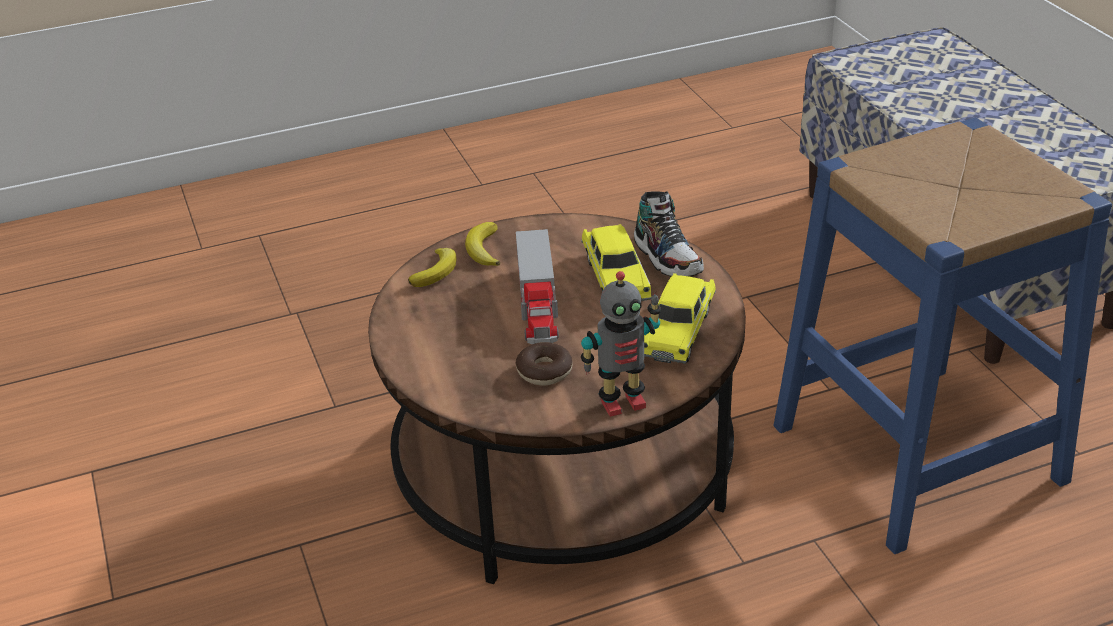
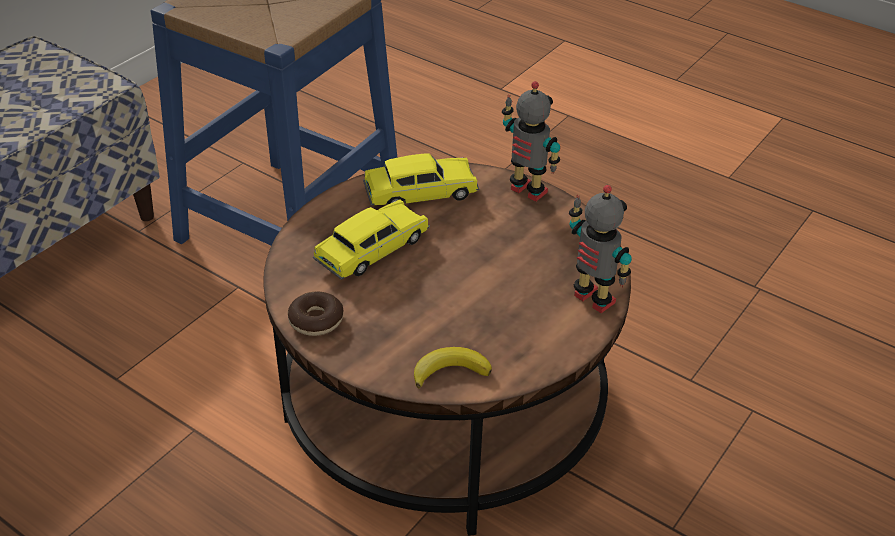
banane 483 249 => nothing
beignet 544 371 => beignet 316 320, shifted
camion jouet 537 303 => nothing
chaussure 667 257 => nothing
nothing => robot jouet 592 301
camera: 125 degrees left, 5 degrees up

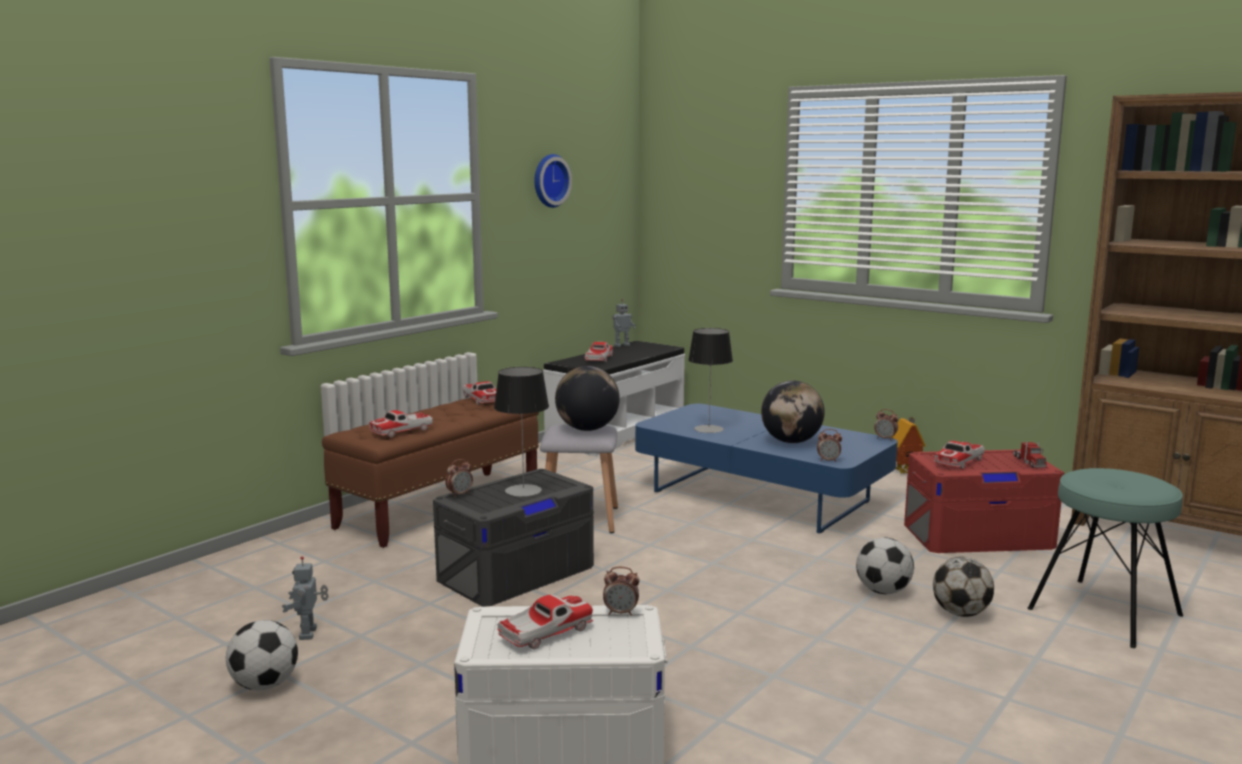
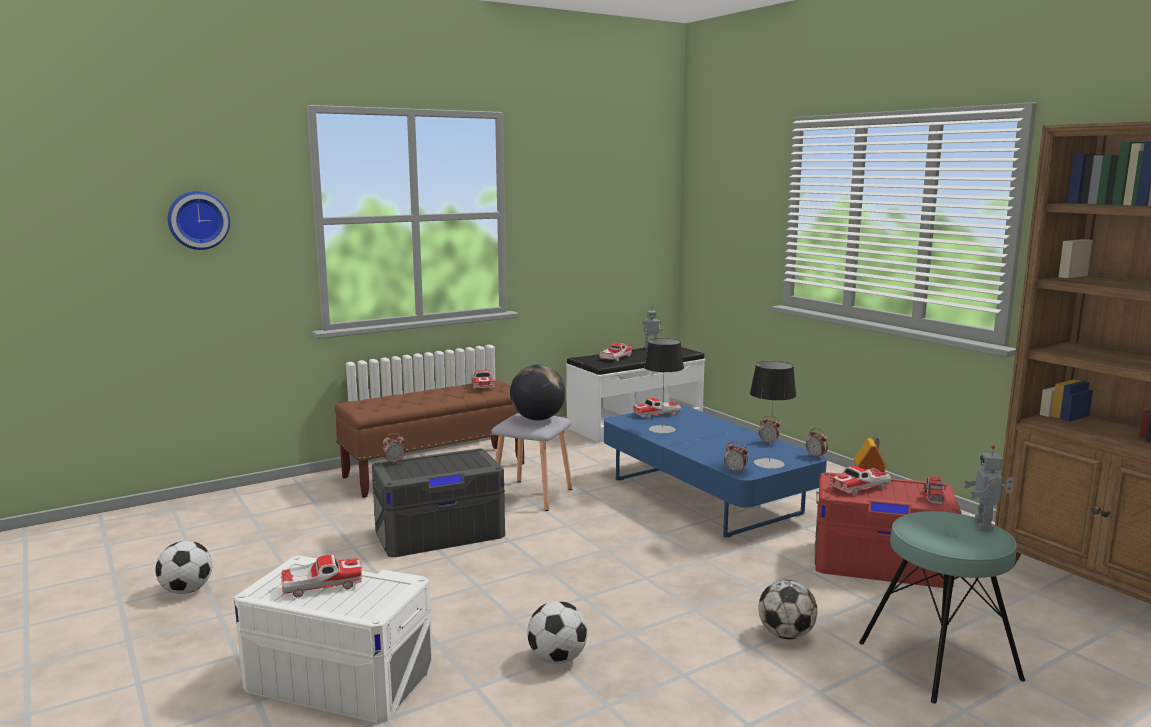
robot jouet 309 633 => robot jouet 985 525, shifted
petite voiture 401 431 => petite voiture 656 414, shifted
lampe de table 523 490 => lampe de table 769 463, shifted
horloge murale 549 180 => horloge murale 198 220, shifted
réveil 621 613 => réveil 768 442, shifted
globe 791 442 => nothing
ballon de foot 883 591 => ballon de foot 557 659, shifted
camera: 20 degrees right, 0 degrees up

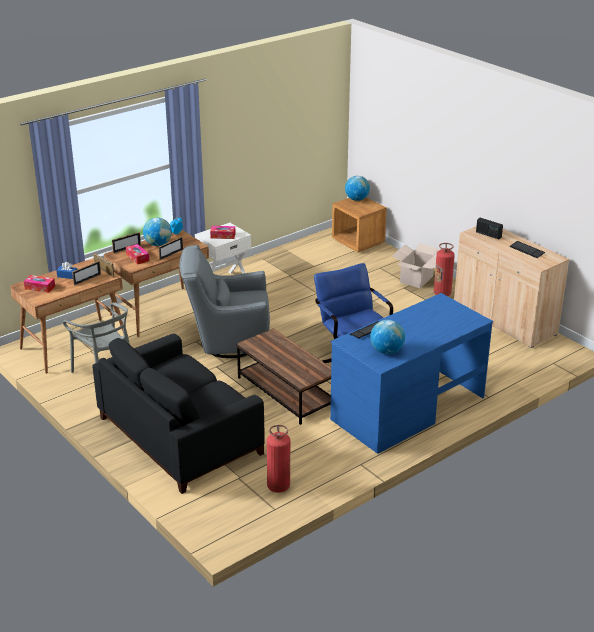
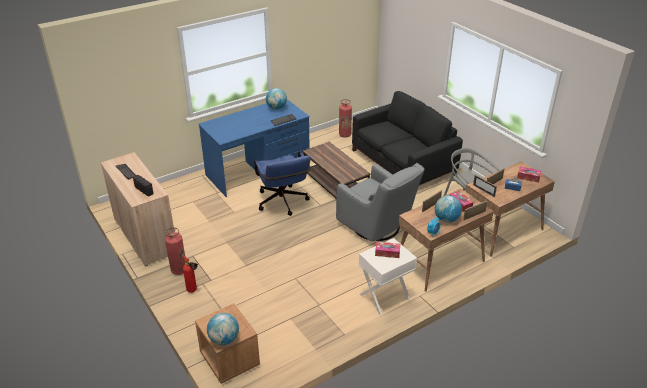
fauteuil/gris 227 342 => fauteuil/gris 377 227, 45 degrees clockwise
carton 416 279 => extincteur 193 291
camera: 175 degrees left, 5 degrees up

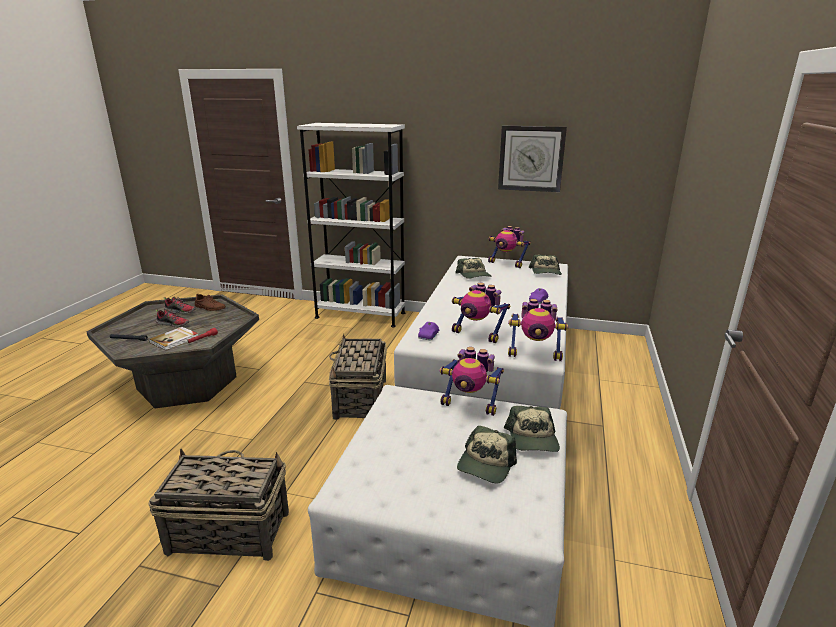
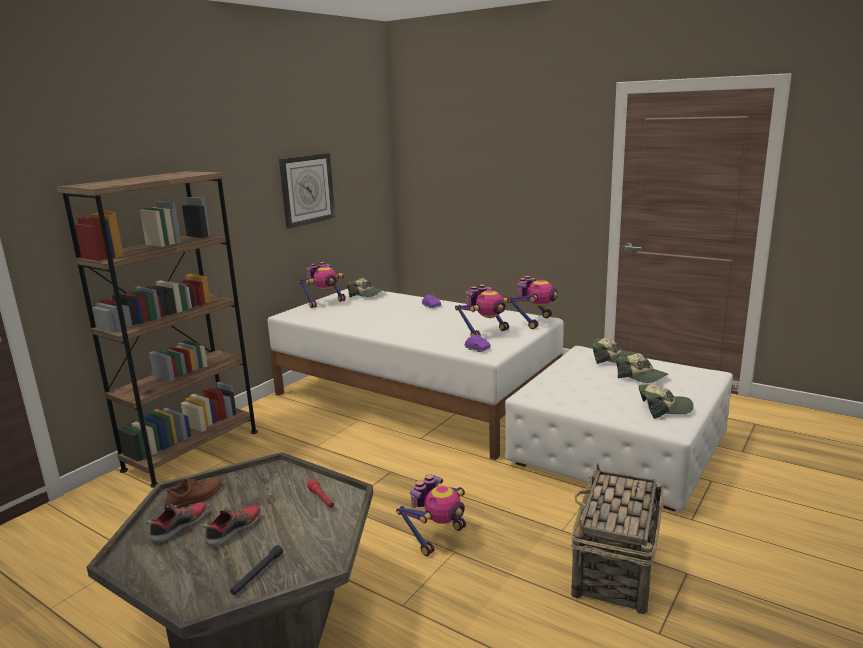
livre 175 340 => nothing
bibliothèque/blanc 360 315 => bibliothèque/marron 192 450
panier 360 399 => nothing
robot jouet 470 405 => robot jouet 437 537, shifted
casquette 474 275 => casquette 663 408, shifted
camera: 70 degrees left, 5 degrees down

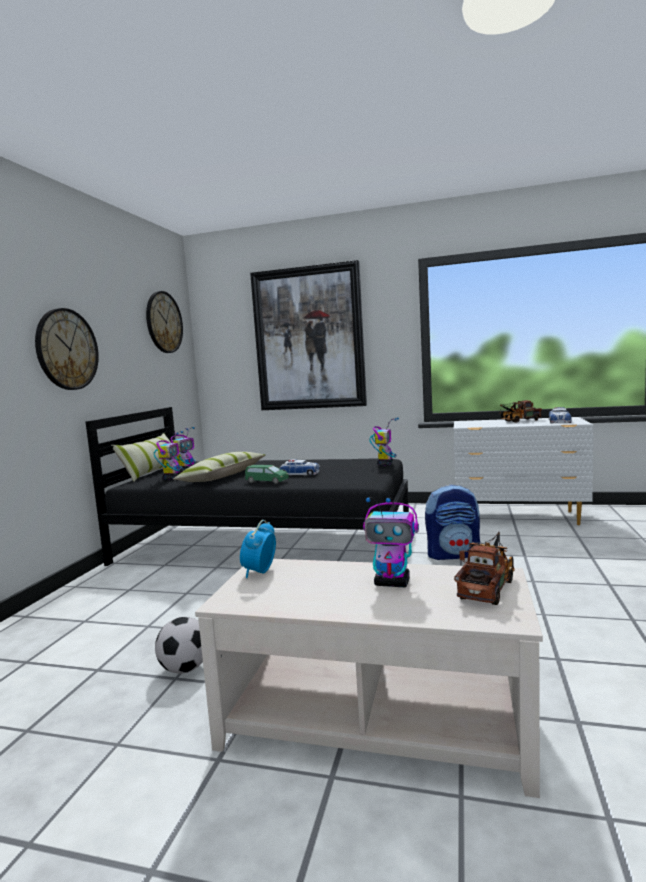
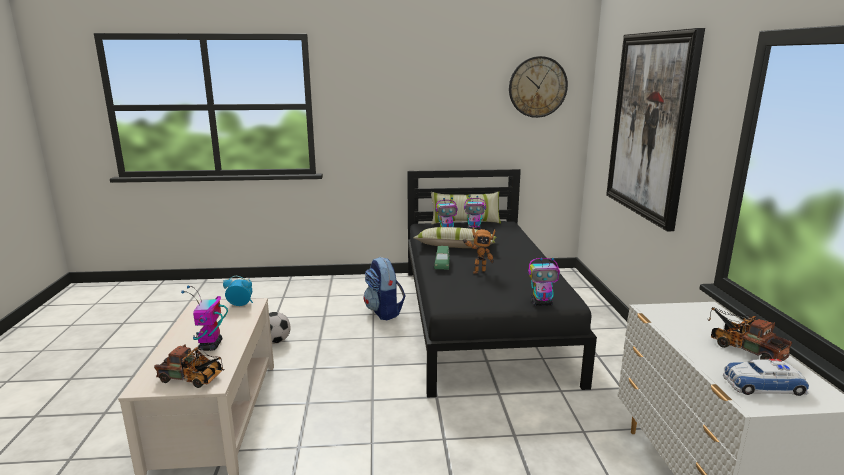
horloge murale 67 349 => nothing
petite voiture 299 473 => robot jouet 478 271
sac à dos 453 554 => sac à dos 384 312, shifted
camera: 70 degrees right, 10 degrees up

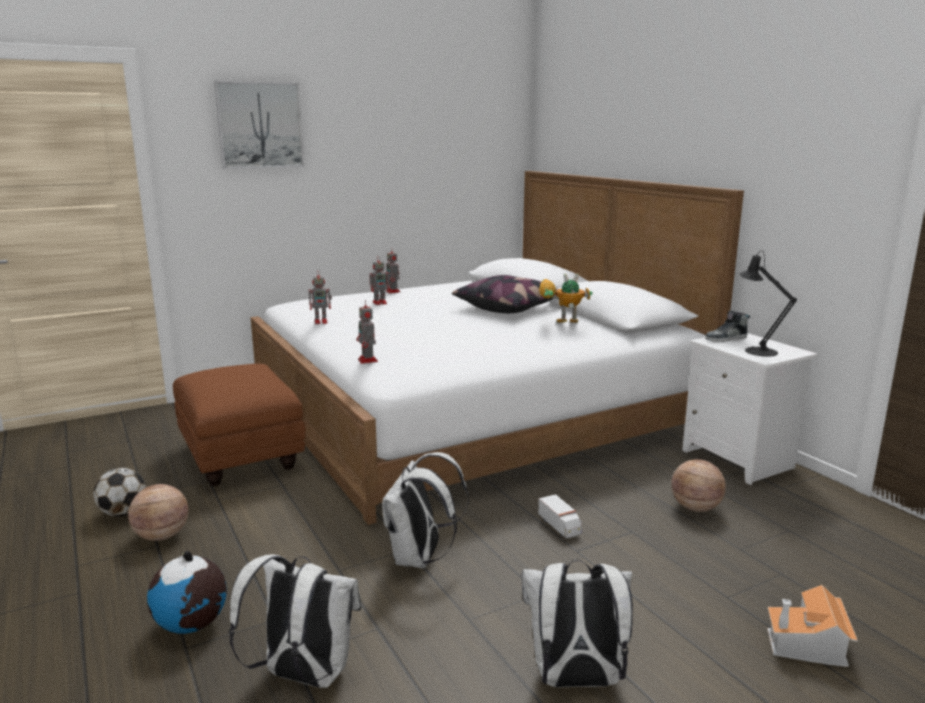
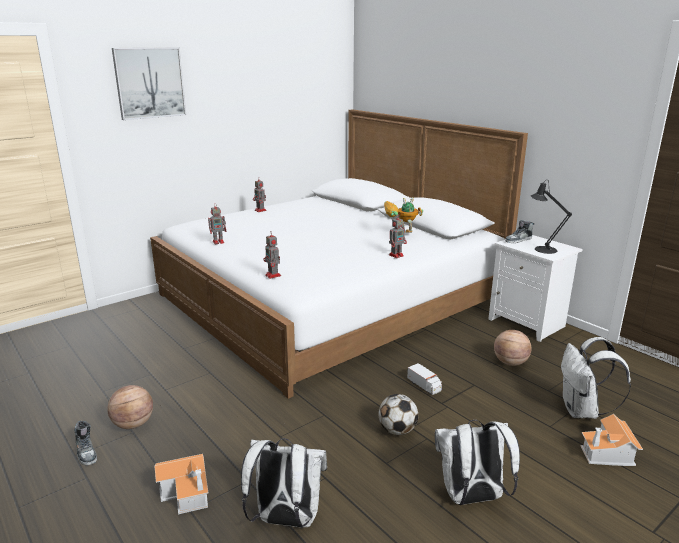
ballon de foot 123 513 => ballon de foot 397 430, shifted
globe 192 625 => maison miniature 187 492
pouf/marron 242 458 => nothing
robot jouet 380 303 => robot jouet 396 255, shifted
sac à dos/blanc 420 558 => sac à dos/blanc 582 411, shifted
coussin 508 308 => nothing
nothing => chaussure 86 452
camera: 10 degrees left, 5 degrees up

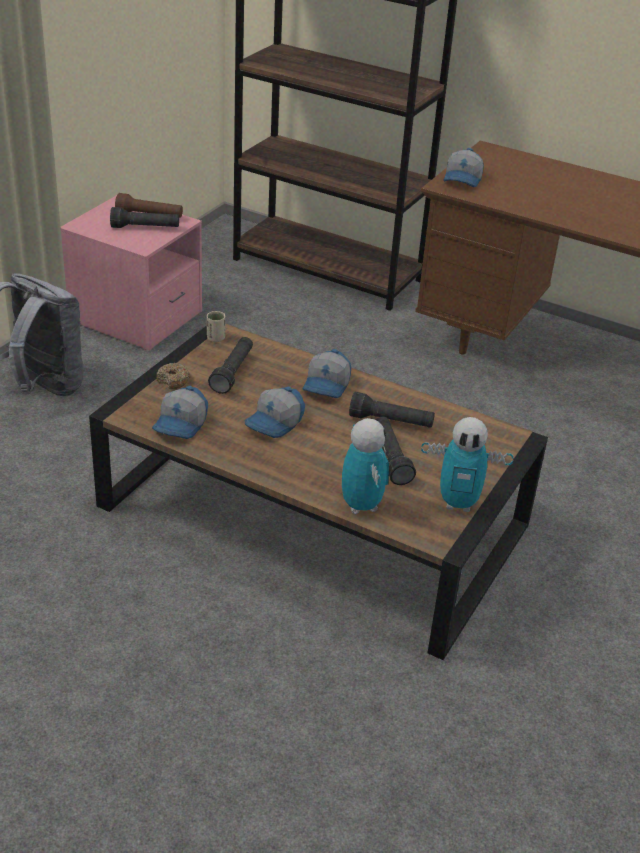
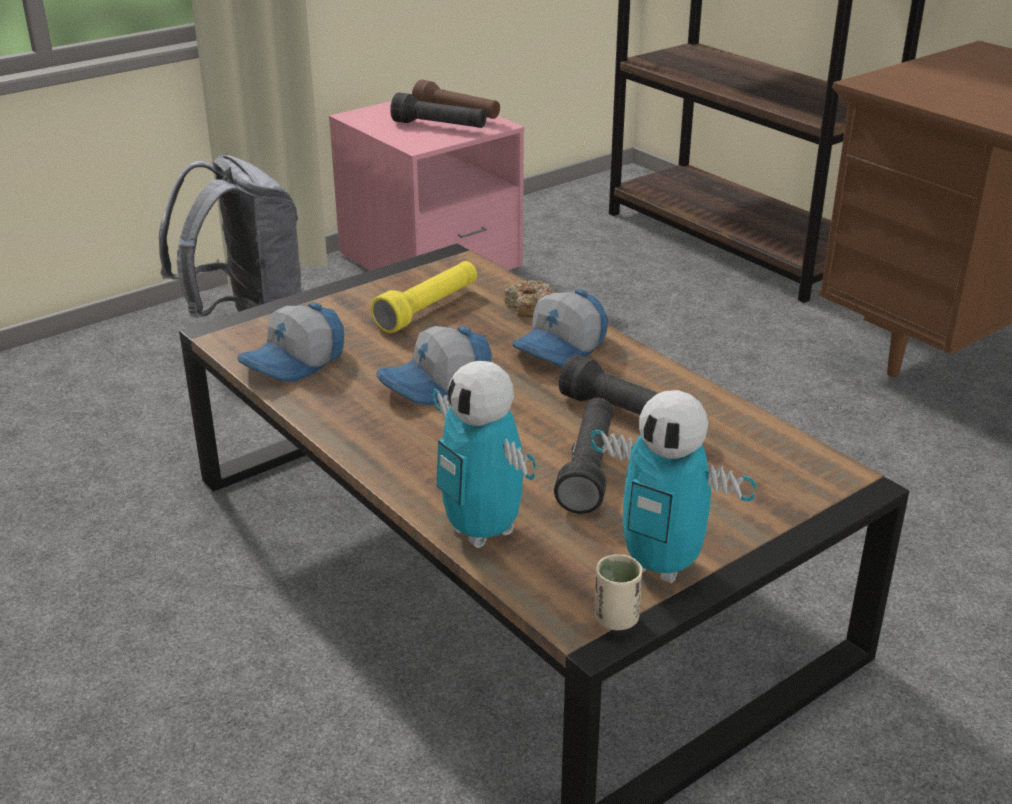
beignet 173 380 => beignet 530 307, shifted
tasse/beige 216 338 => tasse/beige 616 619, shifted
lampe de poche/noir 233 372 => lampe de poche/jaune 428 309
robot jouet 361 505 => robot jouet 482 531, 135 degrees clockwise
casquette 463 179 => nothing
camera: 25 degrees right, 5 degrees down

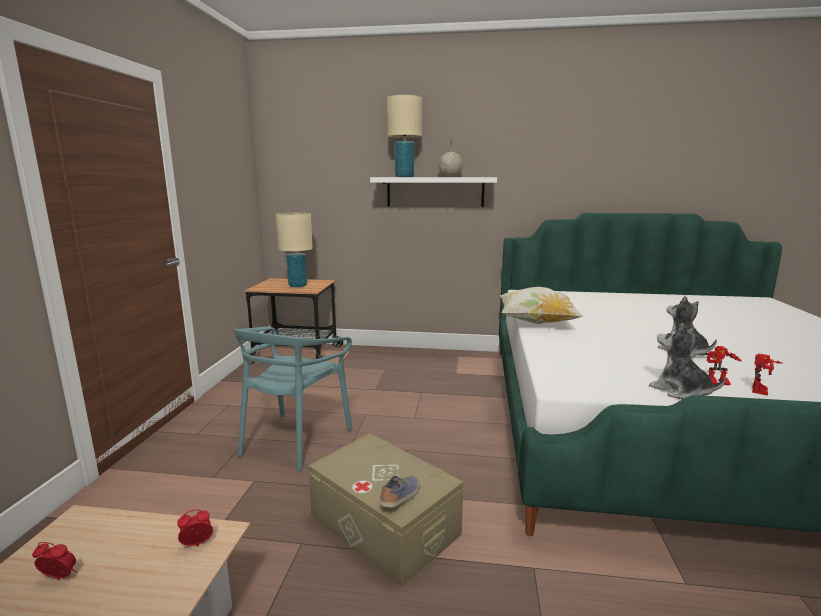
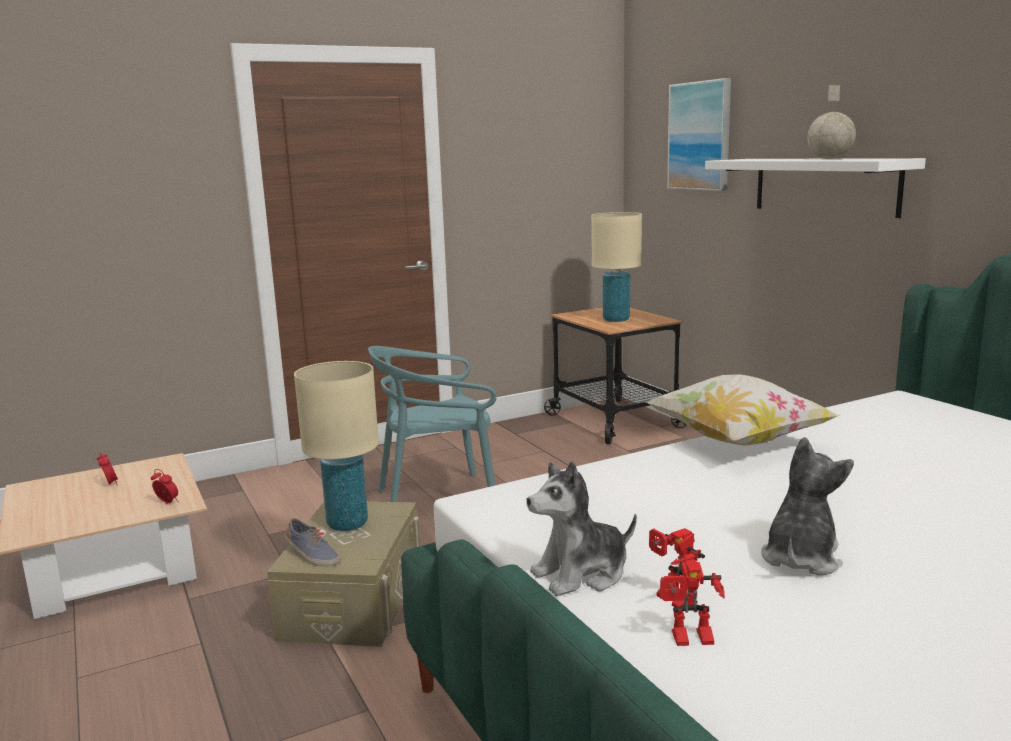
chaussure 401 498 => chaussure 312 556, 45 degrees clockwise
lampe de table/beige 404 177 => lampe de table/beige 347 524, shifted
peluche 680 391 => peluche 581 574, 135 degrees counterclockwise
nothing => tableau 700 136
camera: 55 degrees right, 0 degrees up

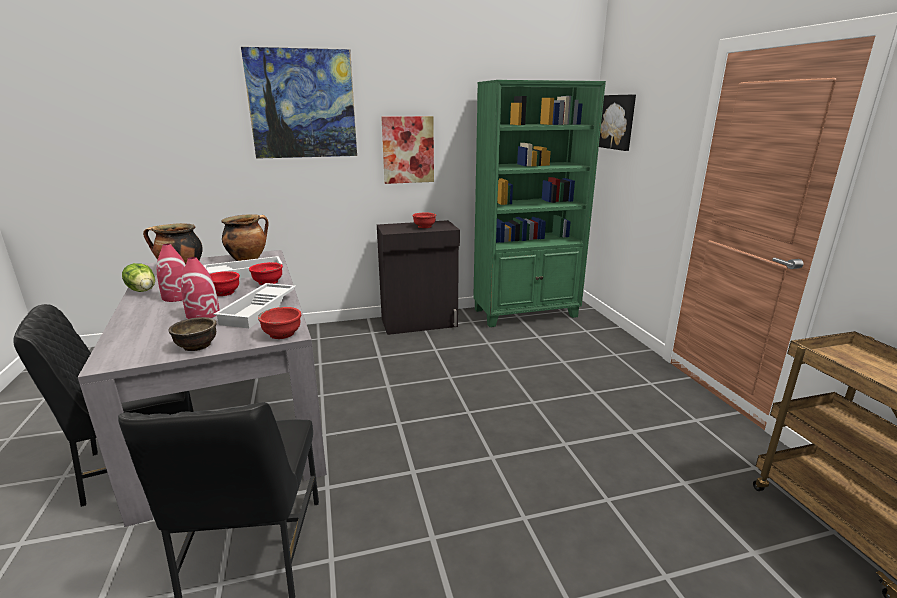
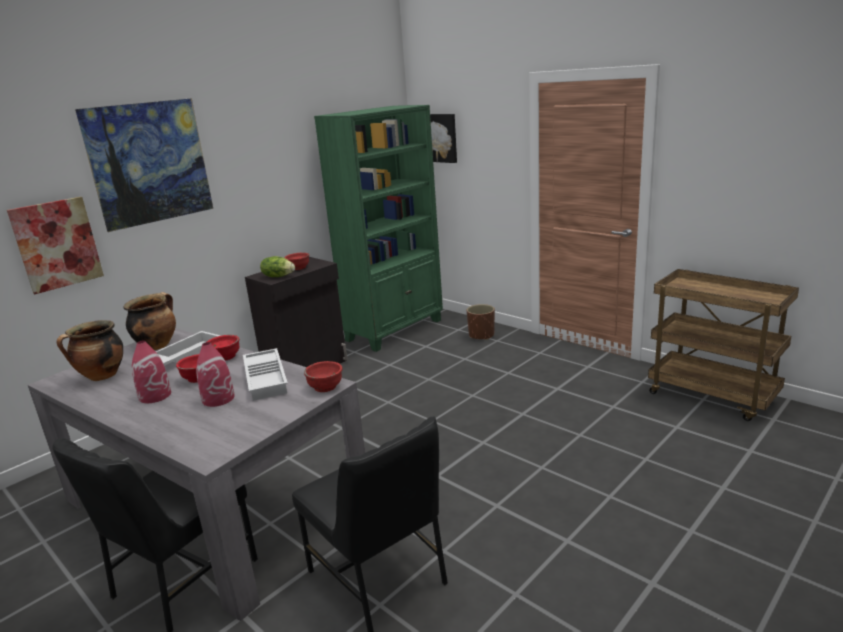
laitue 143 290 => laitue 278 276, shifted
bol/marron 196 346 => nothing
tableau 408 150 => tableau 57 244, shifted
nothing => cache-pot/marron 481 335
camera: 30 degrees left, 0 degrees up

